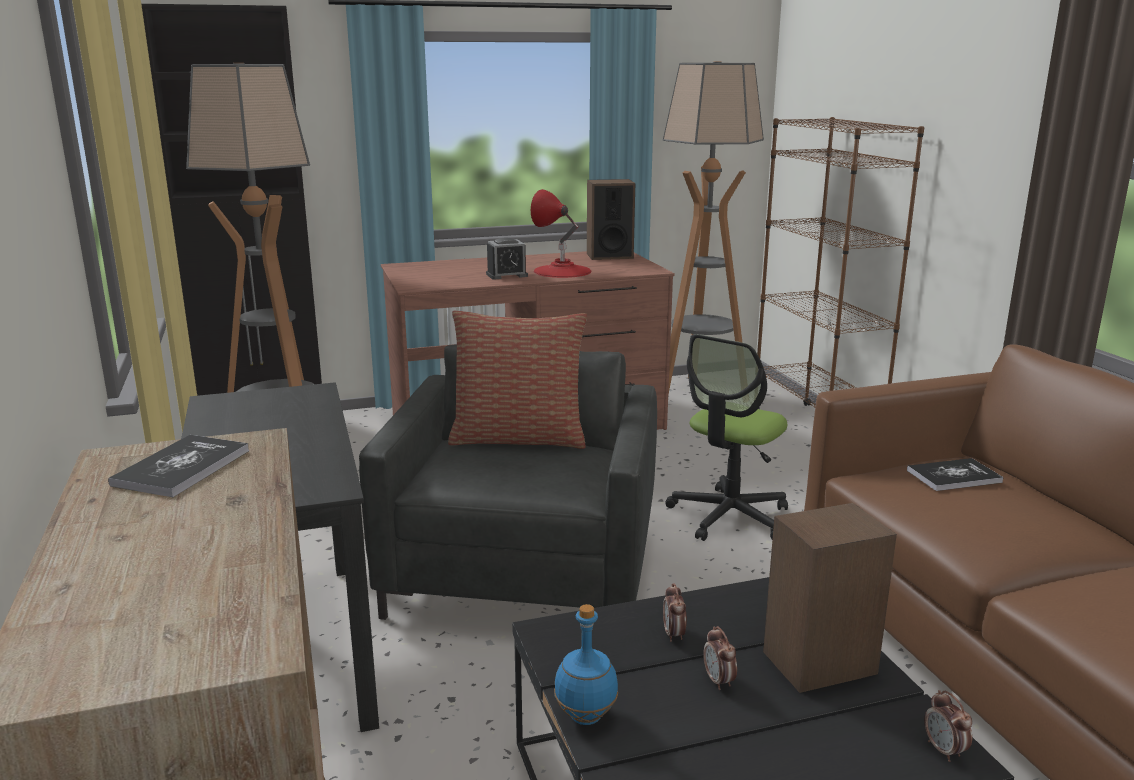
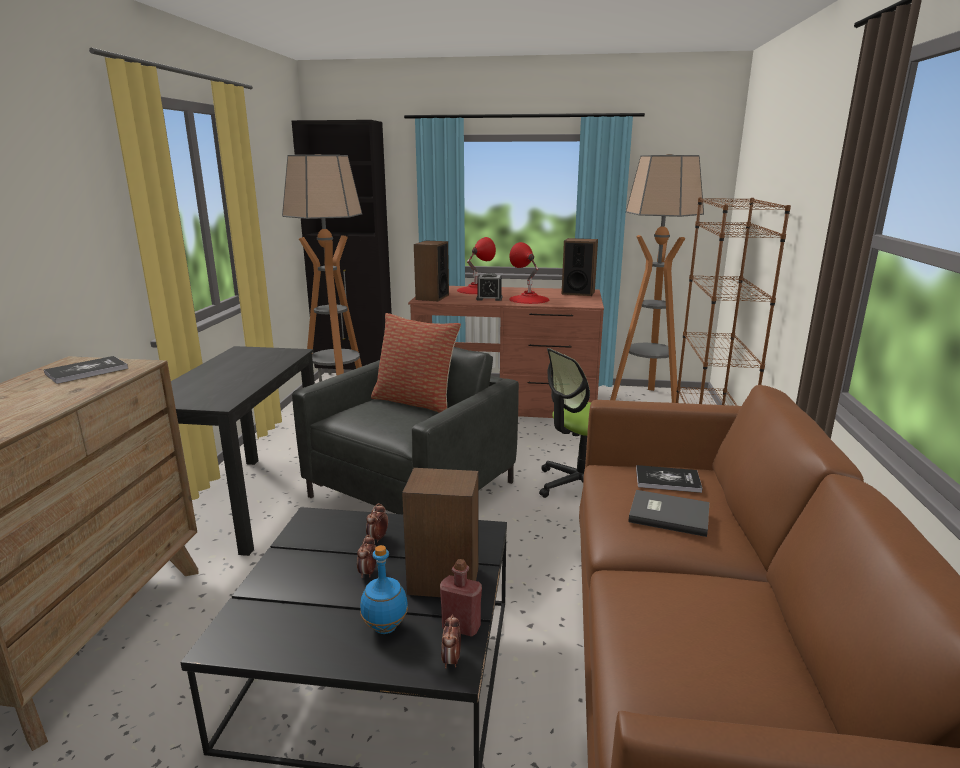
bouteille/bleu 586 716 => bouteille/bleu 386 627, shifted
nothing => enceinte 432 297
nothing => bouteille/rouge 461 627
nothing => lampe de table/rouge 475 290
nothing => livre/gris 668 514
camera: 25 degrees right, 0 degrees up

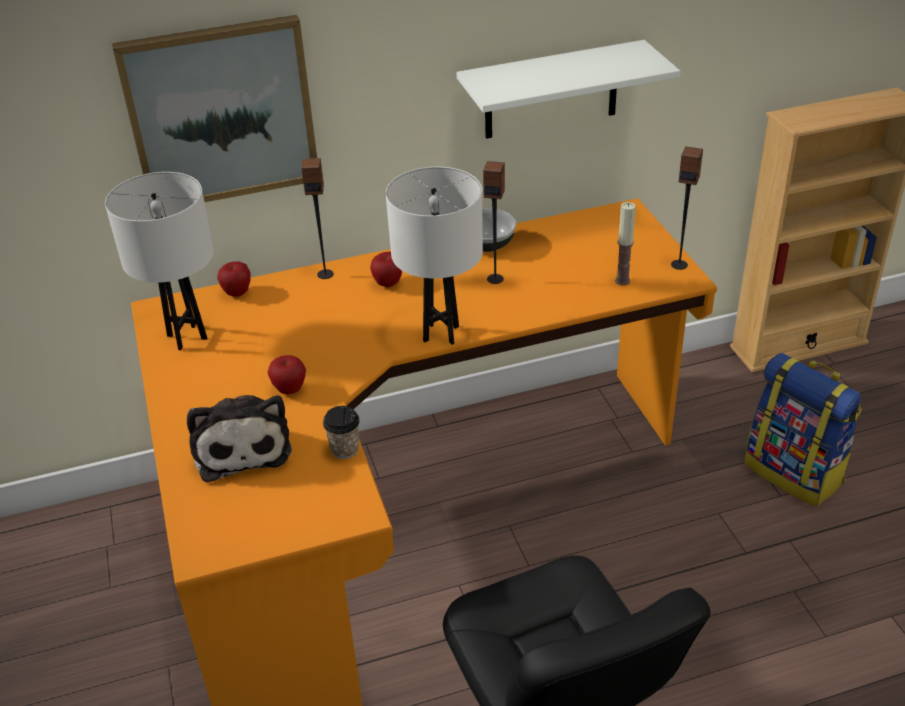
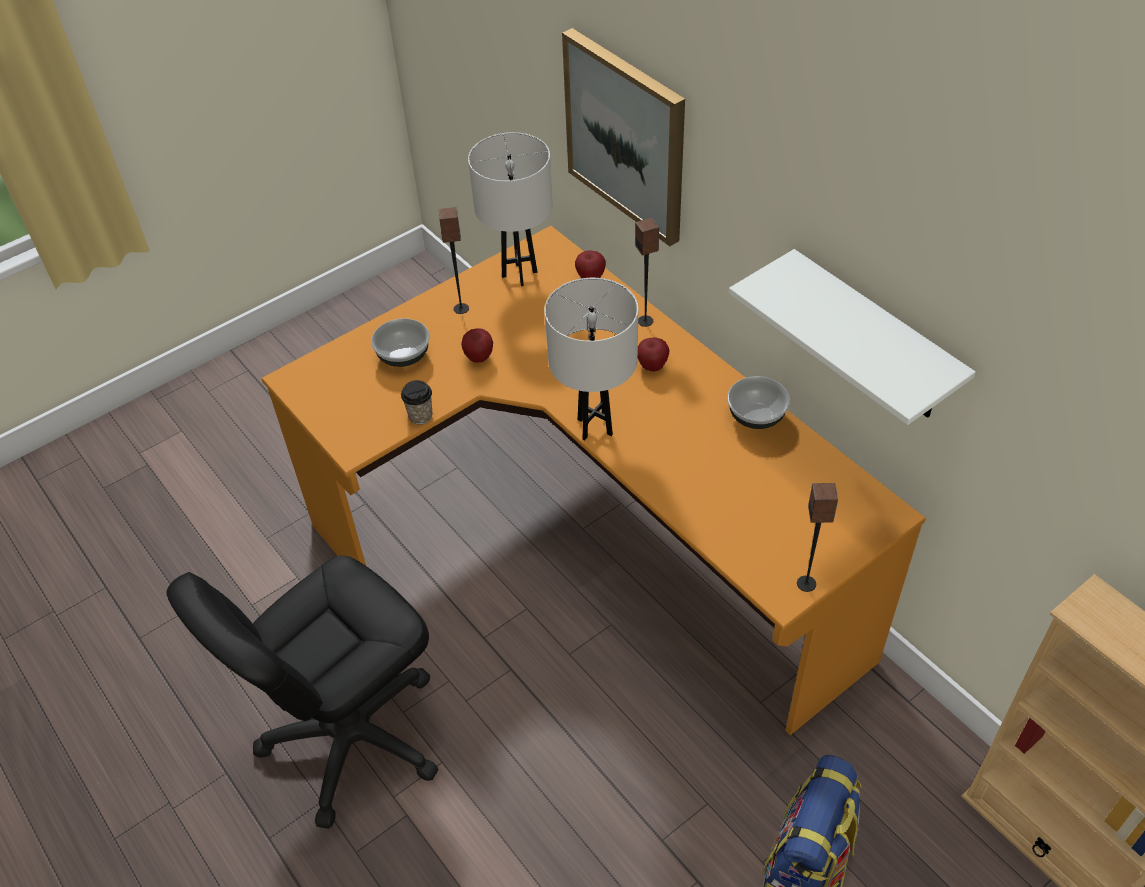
peluche 241 446 => bol 404 356
enceinte 495 279 => enceinte 461 308, shifted
bougie 622 281 => nothing
camera: 70 degrees right, 10 degrees up

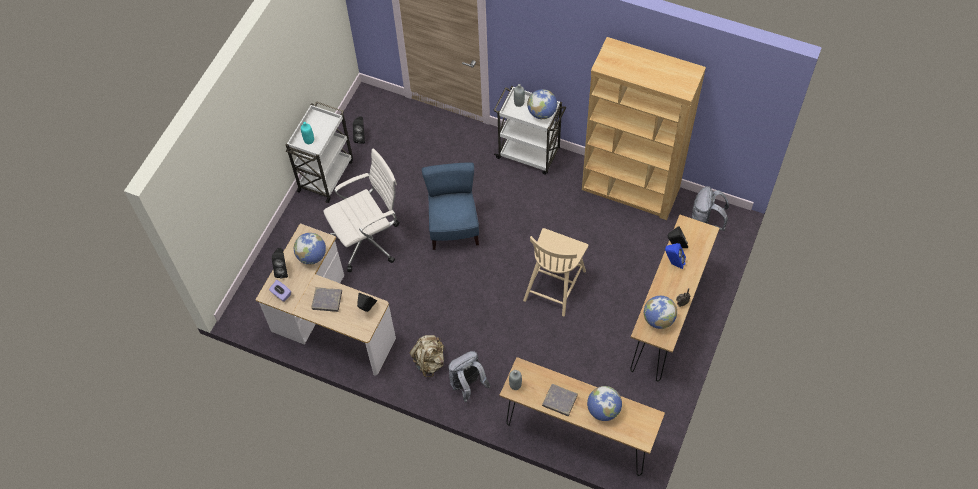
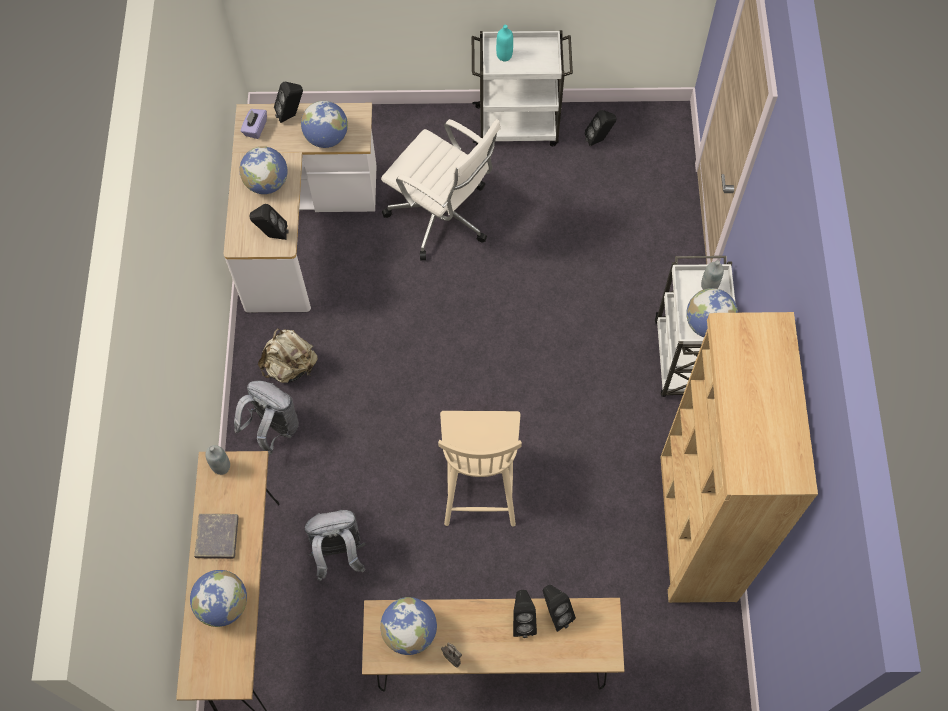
livre/gris 327 300 => globe 267 183
chaise/bleu 453 228 => nothing
chaise/beige 554 284 => chaise/beige 480 481, 90 degrees counterclockwise
enceinte/bleu 673 263 => enceinte/noir 522 620
sac à dos/gris 705 223 => sac à dos/gris 338 553, shifted
camera: 65 degrees right, 5 degrees up

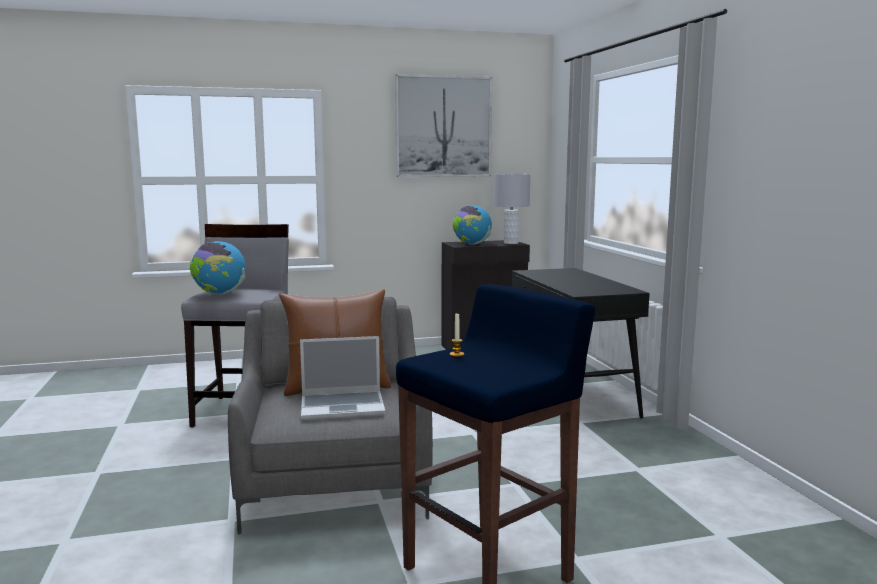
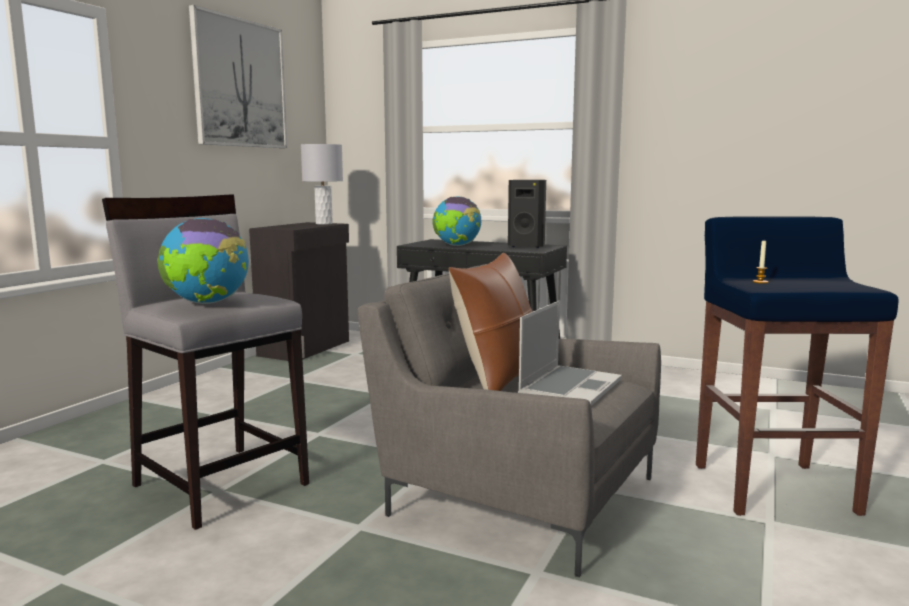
globe 472 244 => globe 457 245, shifted
nothing => enceinte/noir 527 246
camera: 50 degrees left, 0 degrees up

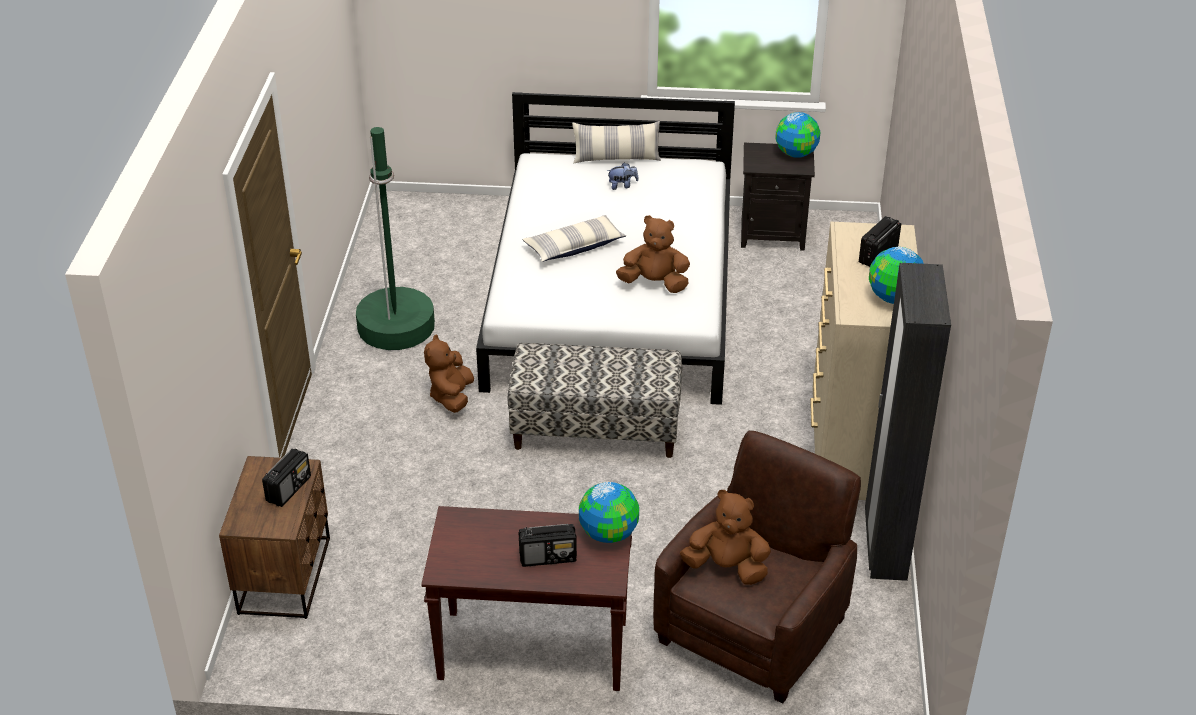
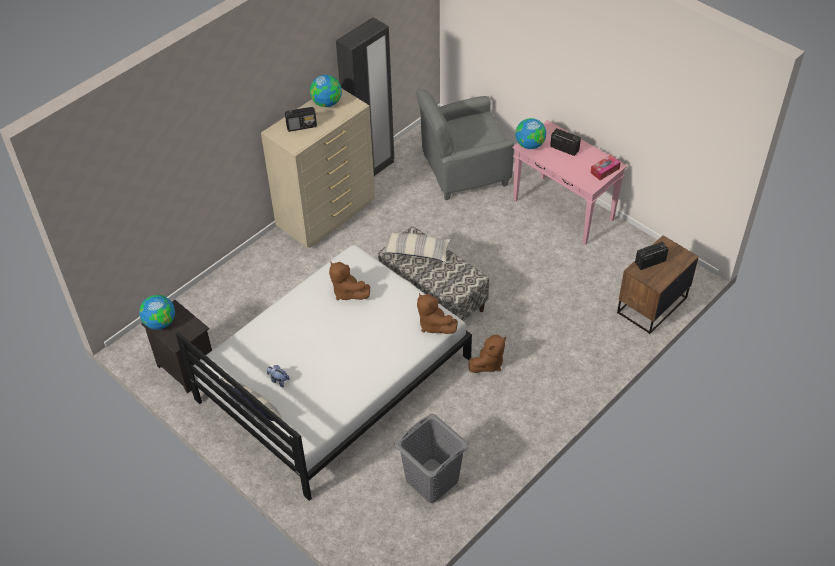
lampadaire/vert 396 326 => nothing
table console/marron 531 651 => table console/rose 564 210
coussin 574 247 => coussin 416 251, shifted
fauteuil/marron 753 628 => fauteuil/gris 463 170
peluche/marron 727 567 => peluche/marron 433 325, shifted
nothing => panier à linge/gris 432 481
nothing => boîte à mouchoirs 605 170
camera: 140 degrees left, 10 degrees up

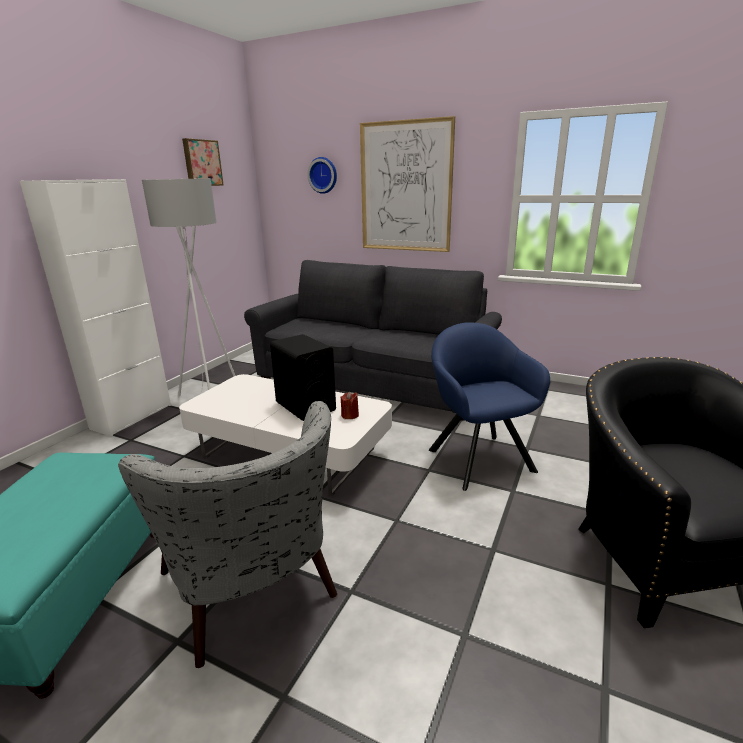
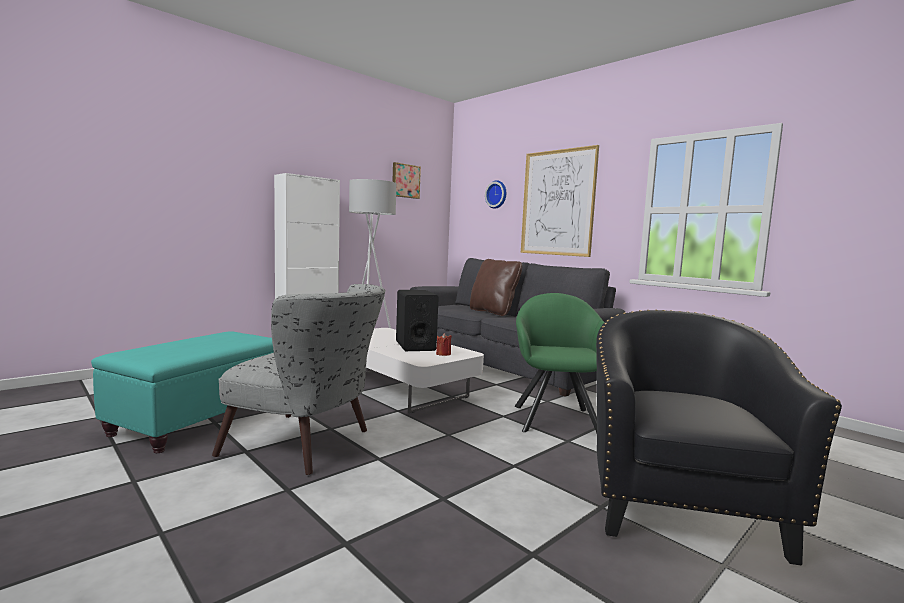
fauteuil/gris 254 598 => fauteuil/gris 310 445, 60 degrees counterclockwise
fauteuil/bleu 478 457 => fauteuil/vert 555 417
nothing => coussin/marron 493 312
camera: 20 degrees right, 15 degrees down

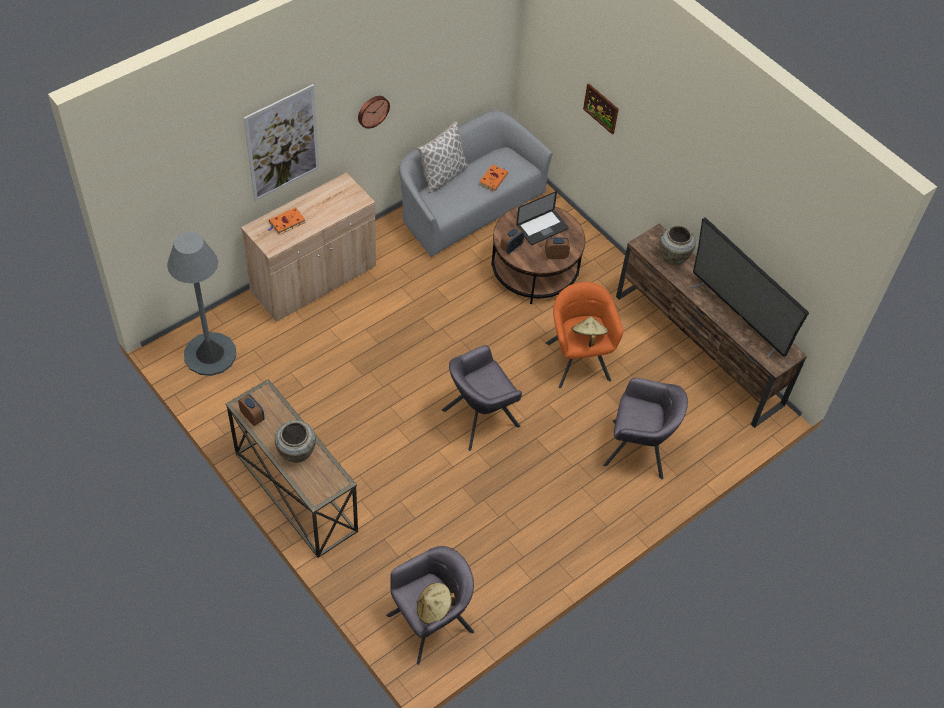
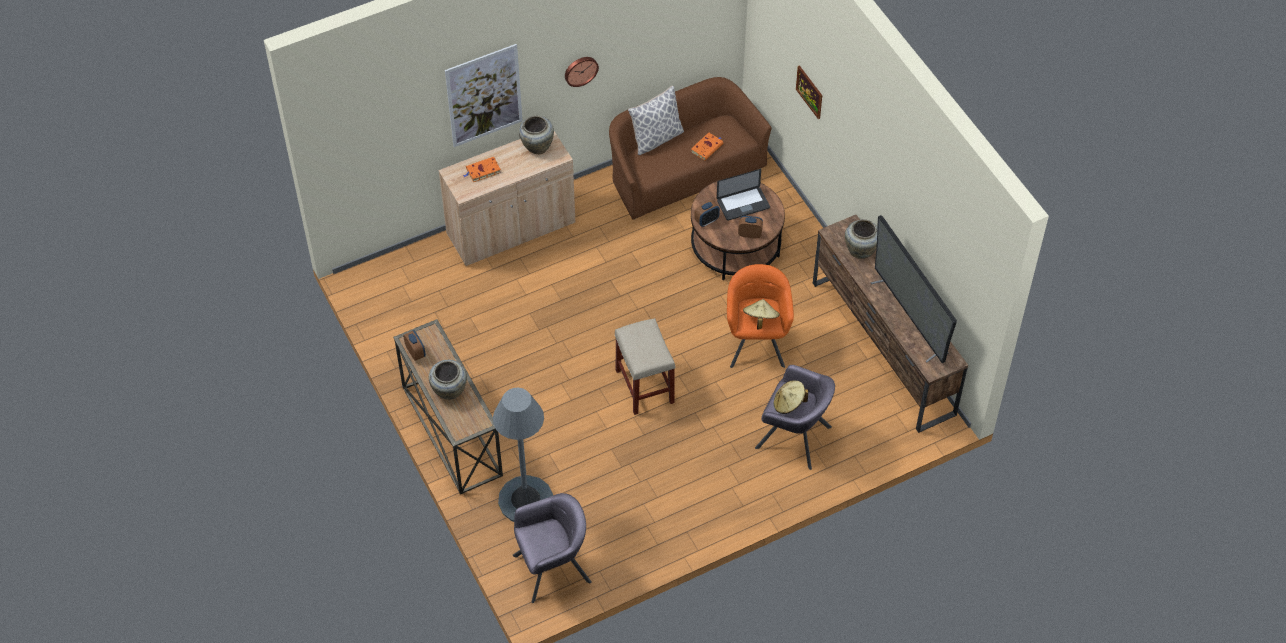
lampadaire/gris 210 354 => lampadaire/gris 525 500, shifted
canapé/gris 468 205 => canapé/marron 683 171
chapeau/beige 434 609 => chapeau/beige 789 403, shifted
fauteuil/gris 479 418 => tabouret/beige 644 386
nothing => vase/beige 537 146
camera: 15 degrees right, 0 degrees up

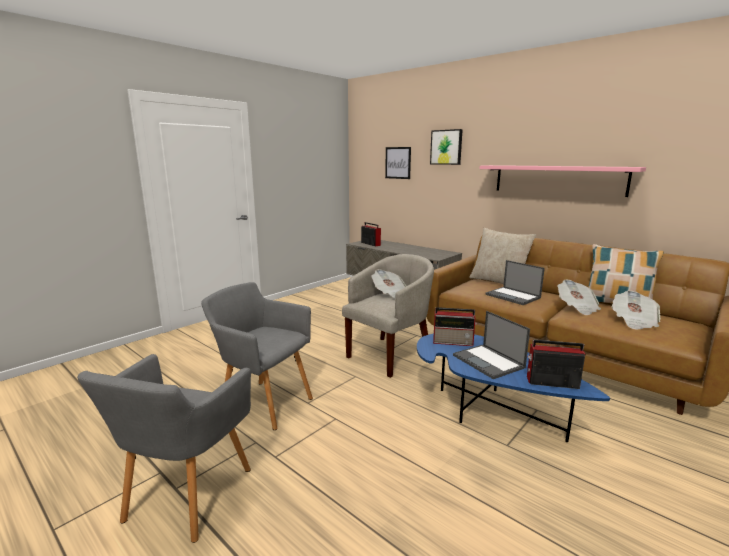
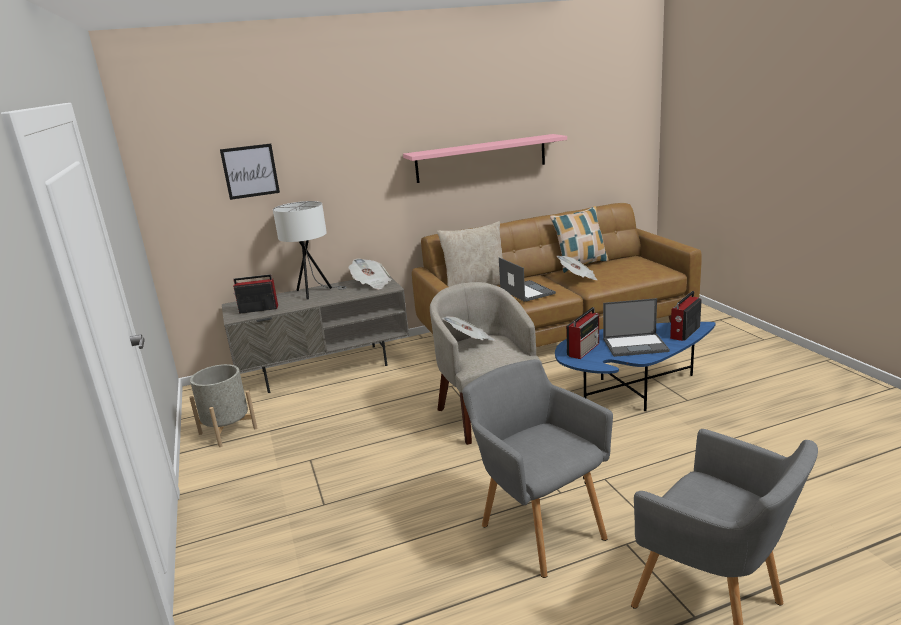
fauteuil/gris 264 402 => fauteuil/gris 539 527, 90 degrees clockwise
tableau 446 147 => nothing
ordinateur portable 513 296 => ordinateur portable 526 291, 105 degrees counterclockwise
journal 633 321 => journal 371 284, shifted
nothing => cache-pot/gris 228 431
nothing => lampe de table/blanc 314 293
camera: 60 degrees left, 5 degrees up

